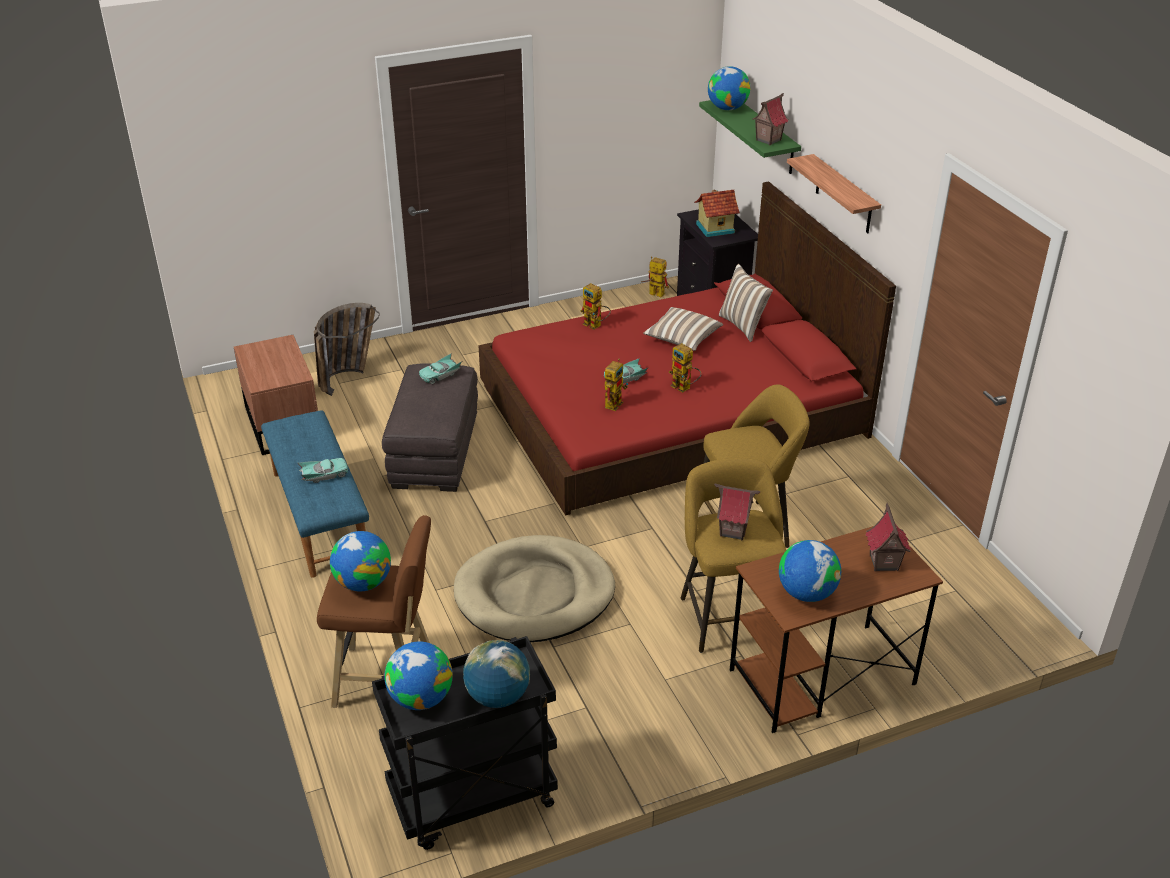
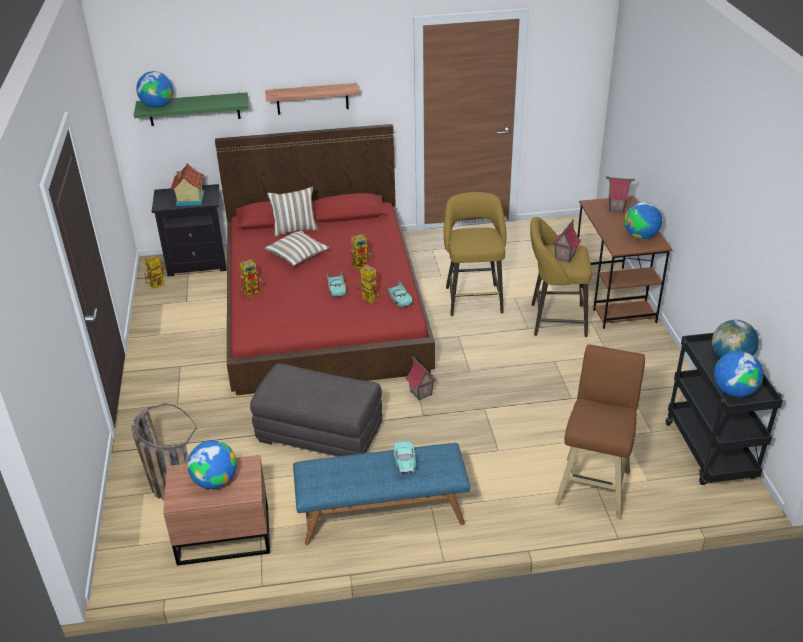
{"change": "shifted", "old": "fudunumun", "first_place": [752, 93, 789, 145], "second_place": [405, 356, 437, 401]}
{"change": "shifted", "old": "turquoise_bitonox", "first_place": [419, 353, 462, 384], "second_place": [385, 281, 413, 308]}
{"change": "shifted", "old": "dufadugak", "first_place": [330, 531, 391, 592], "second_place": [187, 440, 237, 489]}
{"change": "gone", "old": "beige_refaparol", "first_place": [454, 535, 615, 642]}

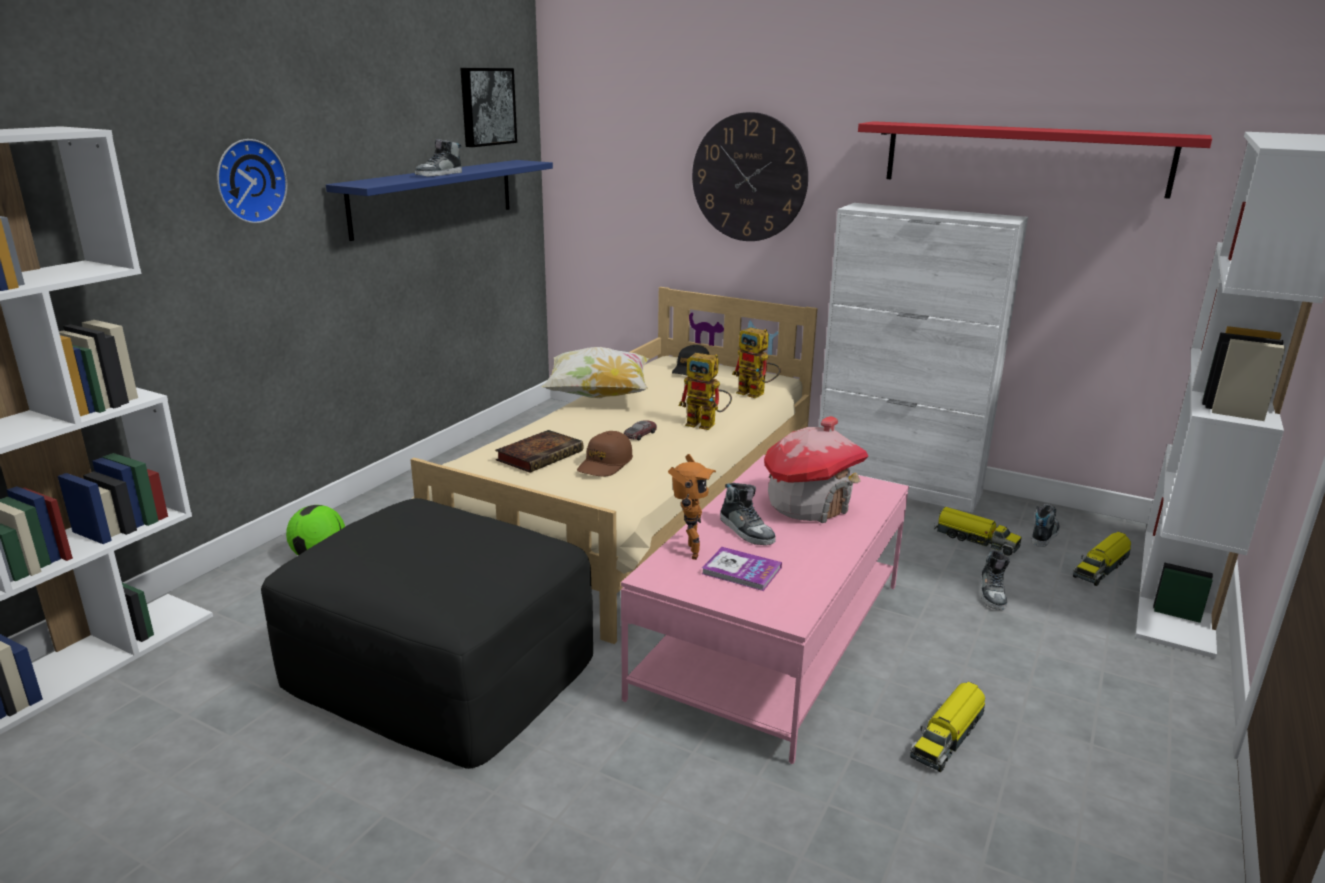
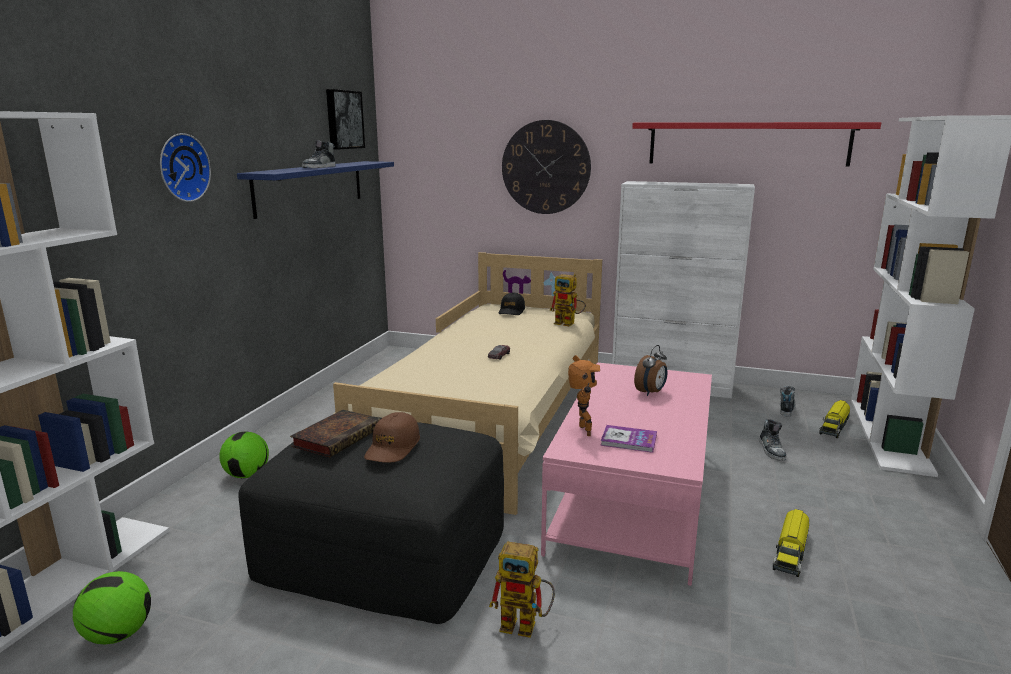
{"change": "gone", "old": "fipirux", "first_place": [542, 347, 650, 398]}
{"change": "shifted", "old": "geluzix", "first_place": [679, 353, 732, 430], "second_place": [489, 542, 555, 638]}
{"change": "swapped", "old": "fudunumun", "new": "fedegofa", "first_place": [764, 416, 868, 523], "second_place": [634, 345, 668, 396]}
{"change": "shifted", "old": "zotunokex", "first_place": [495, 430, 583, 473], "second_place": [290, 410, 380, 457]}
{"change": "shifted", "old": "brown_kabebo", "first_place": [577, 431, 633, 476], "second_place": [364, 412, 420, 463]}
{"change": "gone", "old": "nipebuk", "first_place": [720, 483, 776, 545]}
{"change": "gone", "old": "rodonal", "first_place": [934, 507, 1022, 556]}
{"change": "new", "new": "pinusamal", "second_place": [73, 571, 151, 644]}

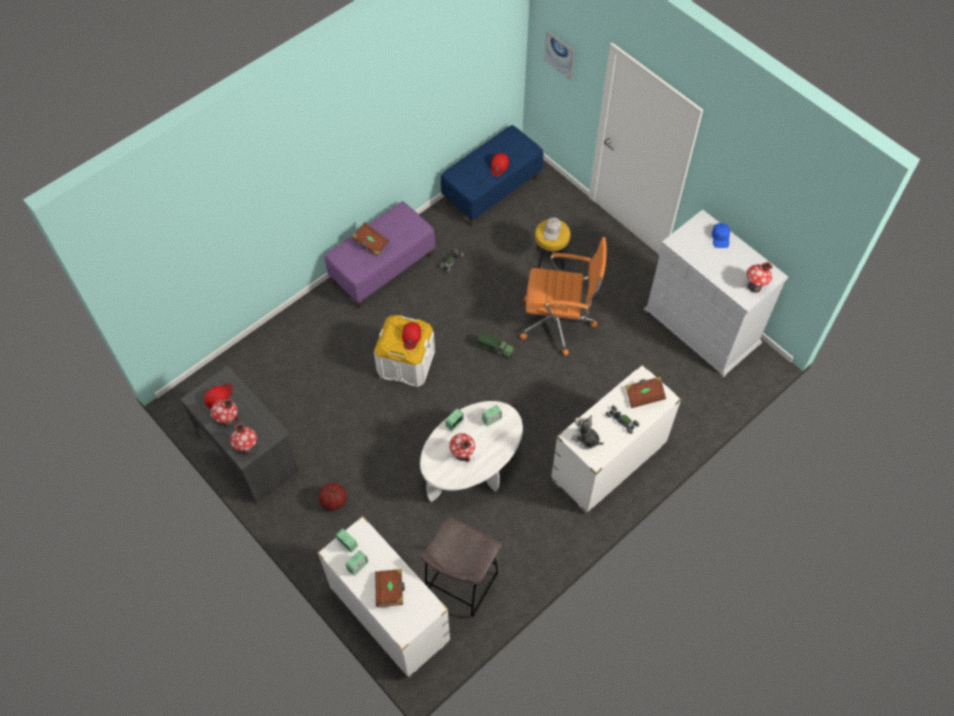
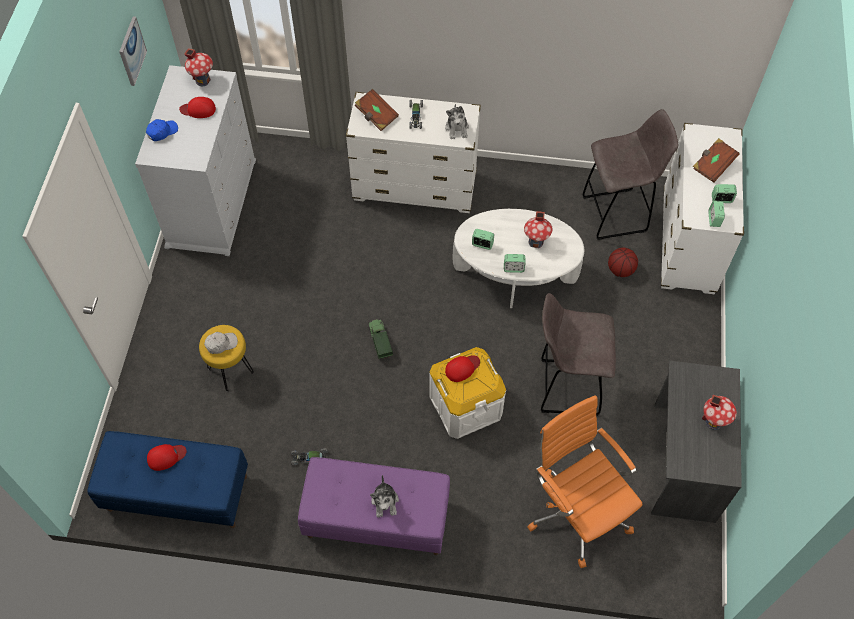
{"change": "shifted", "old": "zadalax", "first_place": [544, 31, 575, 80], "second_place": [119, 16, 147, 86]}
{"change": "swapped", "old": "brown_zotunokex", "new": "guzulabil", "first_place": [352, 222, 389, 256], "second_place": [370, 475, 399, 517]}
{"change": "shifted", "old": "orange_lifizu", "first_place": [520, 237, 607, 356], "second_place": [527, 395, 643, 568]}
{"change": "shifted", "old": "red_kabebo", "first_place": [204, 383, 233, 408], "second_place": [179, 97, 216, 118]}
{"change": "gone", "old": "fudunumun", "first_place": [230, 423, 257, 455]}
{"change": "shifted", "old": "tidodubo", "first_place": [319, 483, 347, 511], "second_place": [608, 248, 638, 277]}
{"change": "new", "new": "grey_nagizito", "second_place": [540, 293, 616, 416]}

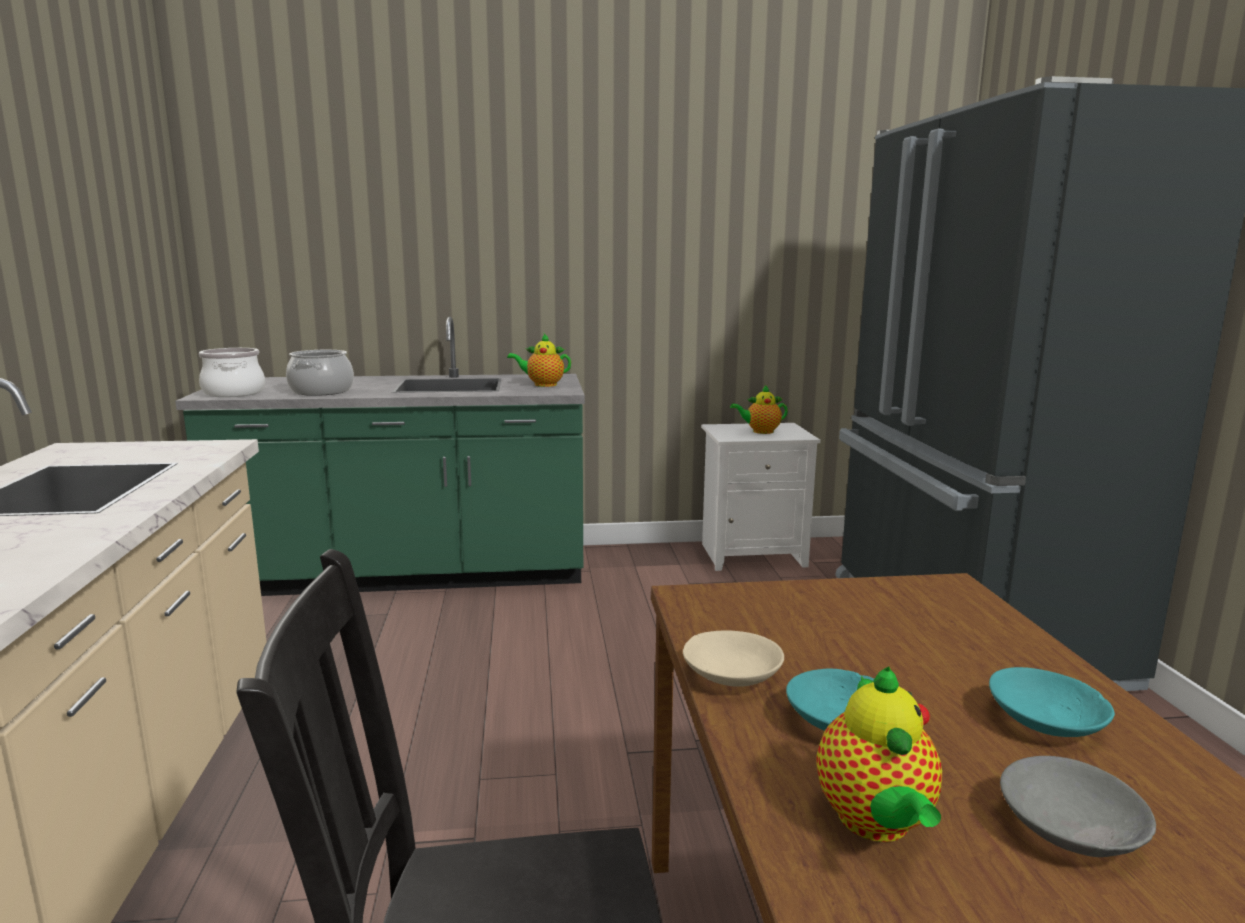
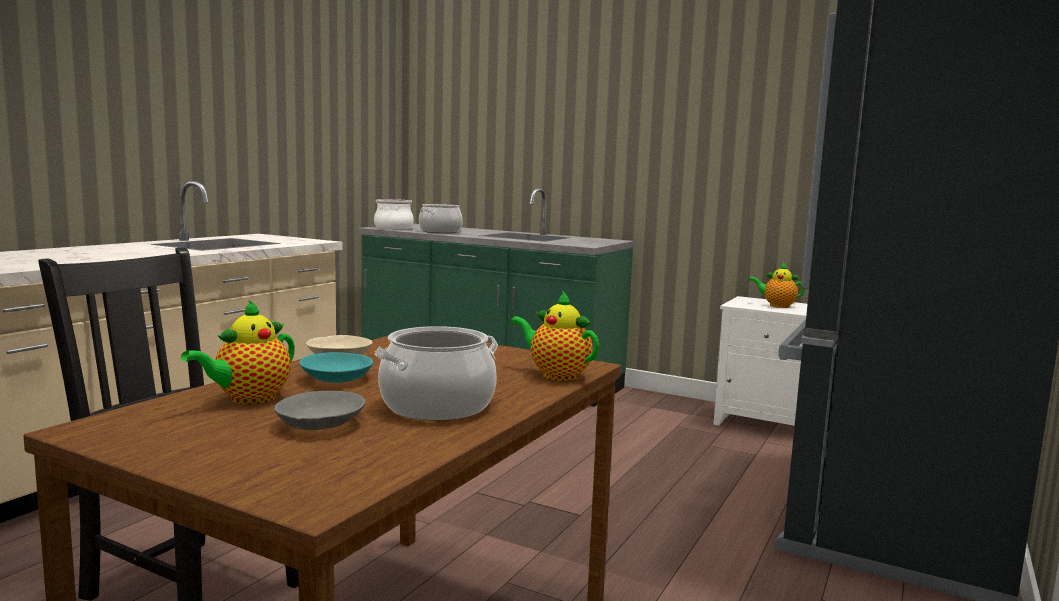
{"change": "shifted", "old": "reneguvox", "first_place": [507, 334, 571, 387], "second_place": [511, 291, 599, 381]}
{"change": "swapped", "old": "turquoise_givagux", "new": "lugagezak", "first_place": [989, 667, 1115, 737], "second_place": [374, 326, 498, 420]}

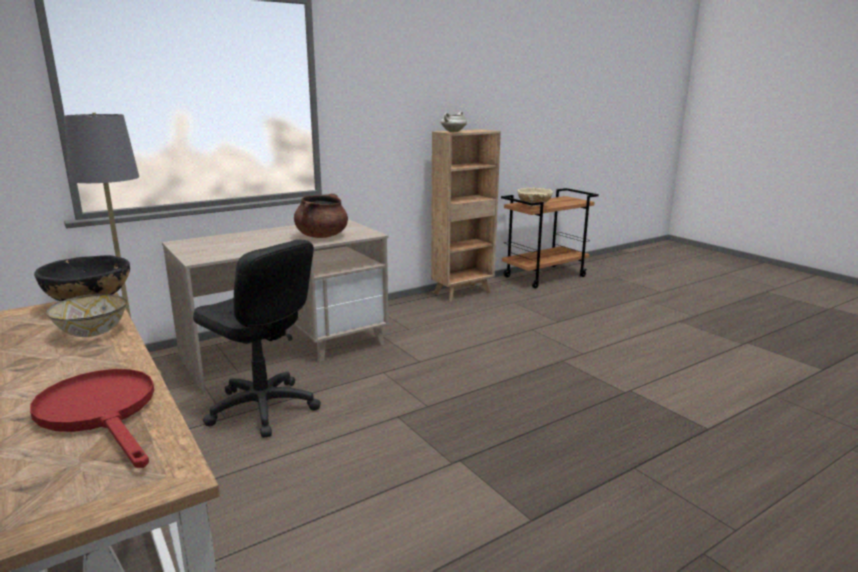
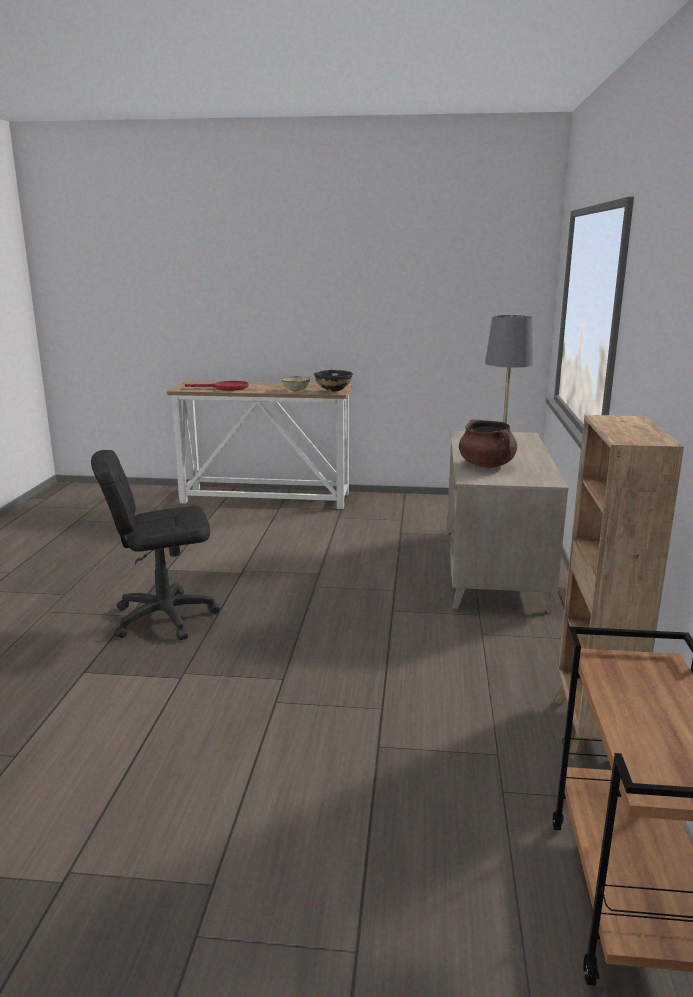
{"change": "gone", "old": "white_lugagezak", "first_place": [441, 111, 467, 132]}
{"change": "gone", "old": "beige_givagux", "first_place": [517, 188, 553, 207]}
{"change": "shifted", "old": "black_lifizu", "first_place": [193, 239, 321, 438], "second_place": [91, 450, 220, 640]}

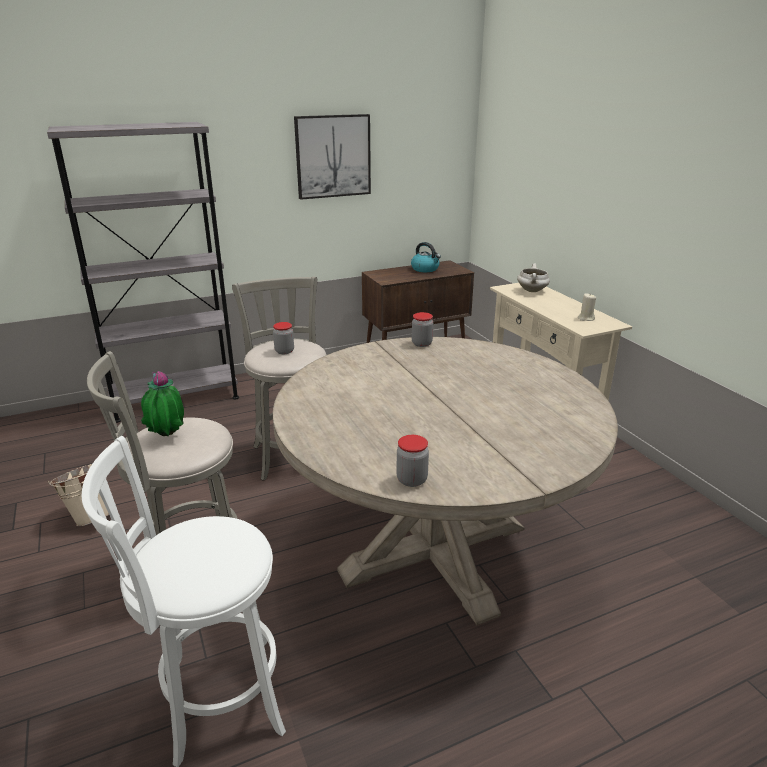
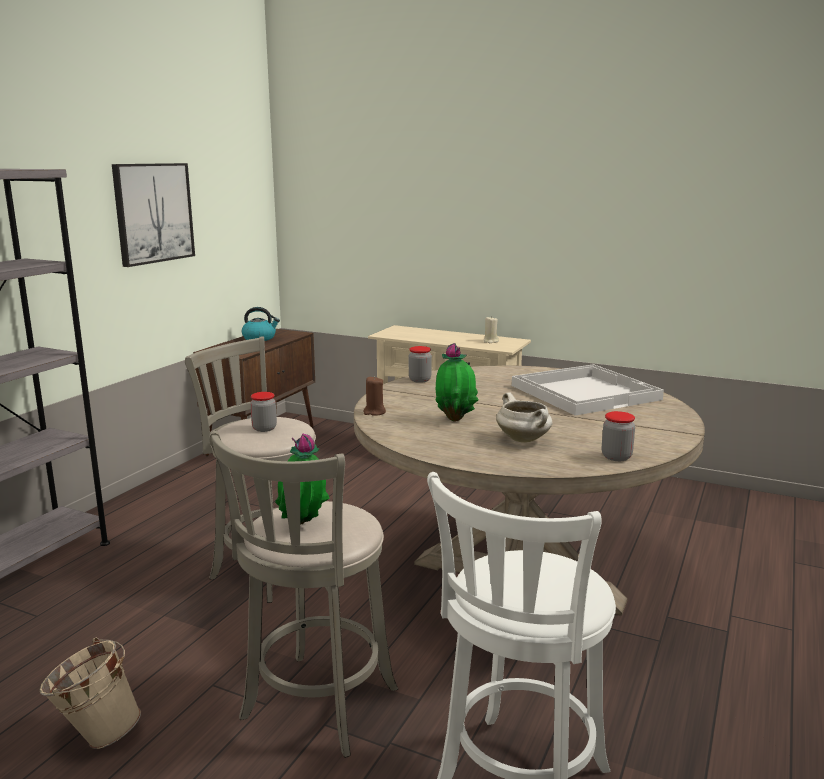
{"change": "shifted", "old": "white_lugagezak", "first_place": [517, 263, 550, 292], "second_place": [496, 392, 553, 443]}
{"change": "new", "new": "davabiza", "second_place": [436, 343, 478, 421]}
{"change": "new", "new": "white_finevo", "second_place": [512, 364, 664, 416]}
{"change": "new", "new": "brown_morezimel", "second_place": [363, 376, 386, 416]}

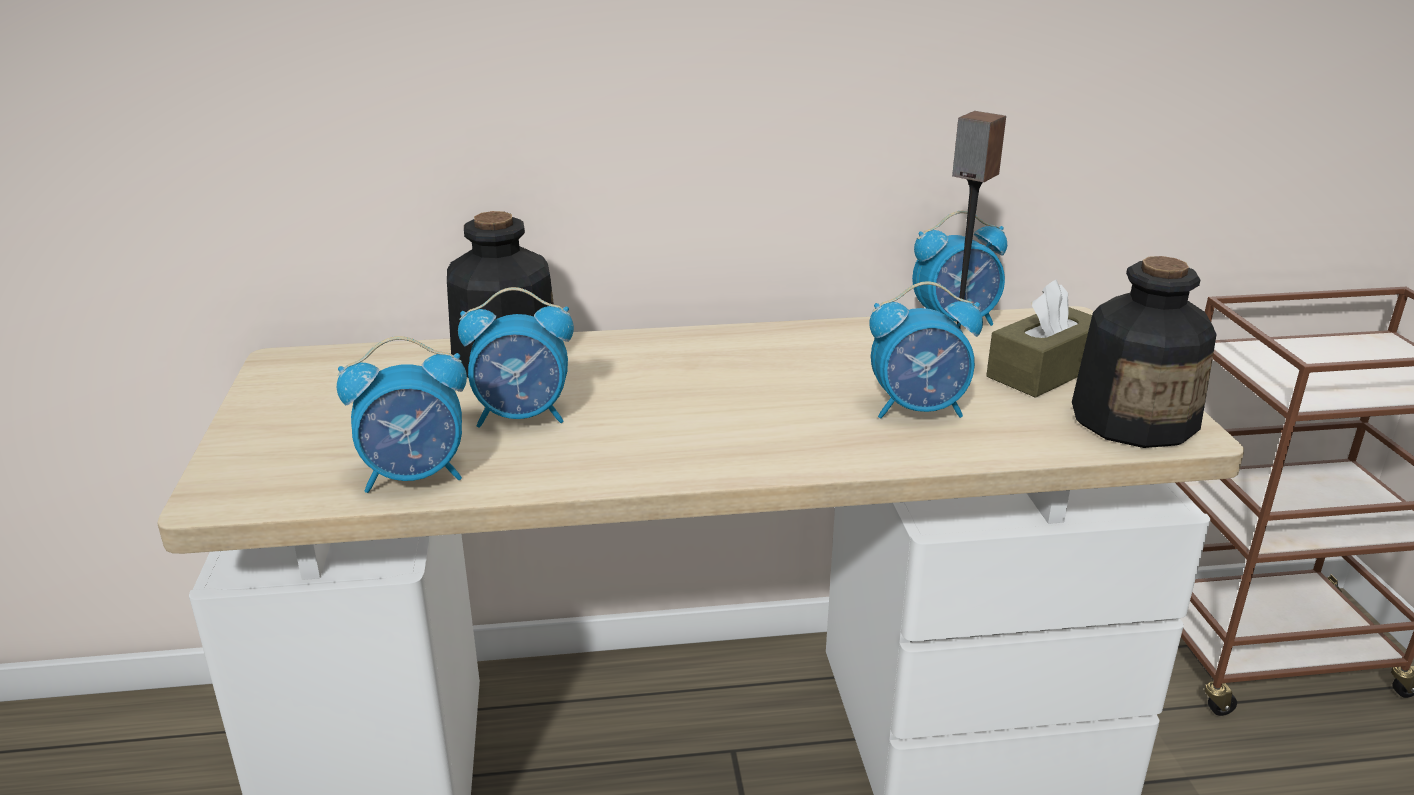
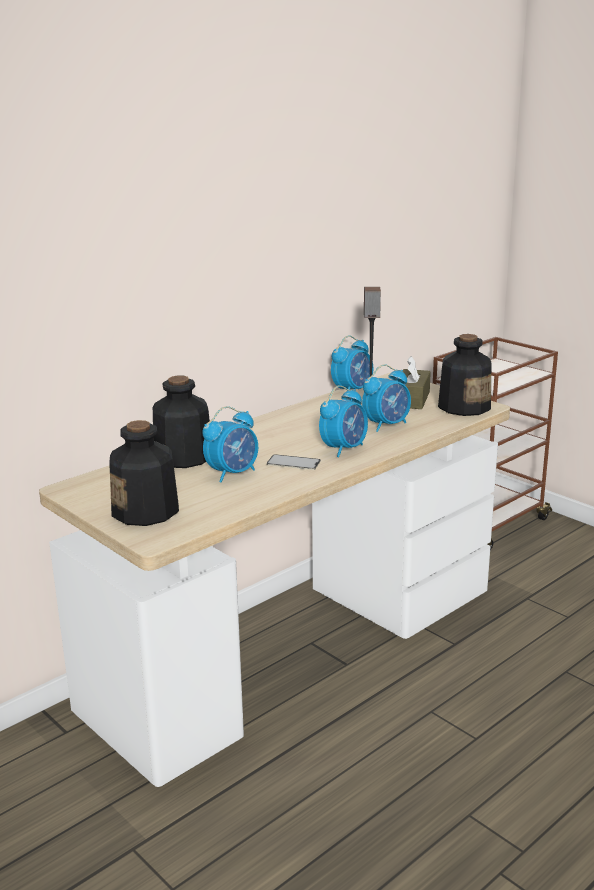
{"change": "shifted", "old": "fedegofa", "first_place": [337, 336, 467, 493], "second_place": [319, 385, 368, 457]}
{"change": "new", "new": "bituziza", "second_place": [109, 420, 179, 526]}
{"change": "new", "new": "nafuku", "second_place": [267, 454, 321, 470]}

